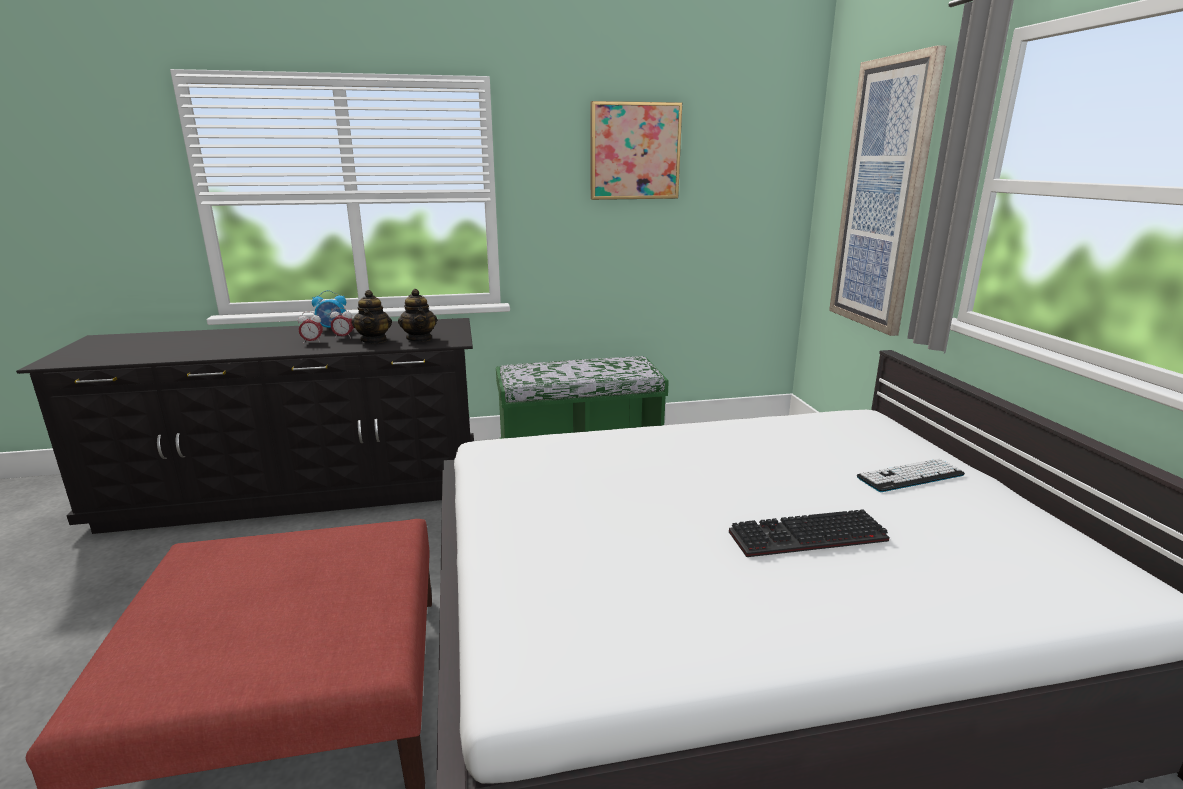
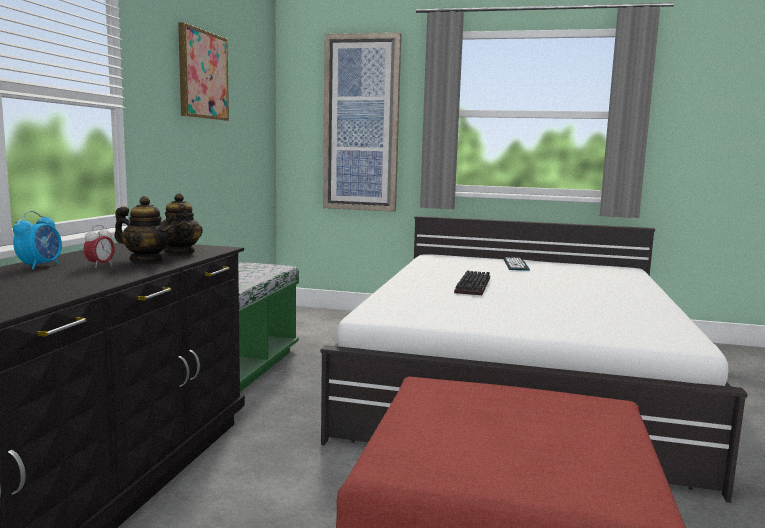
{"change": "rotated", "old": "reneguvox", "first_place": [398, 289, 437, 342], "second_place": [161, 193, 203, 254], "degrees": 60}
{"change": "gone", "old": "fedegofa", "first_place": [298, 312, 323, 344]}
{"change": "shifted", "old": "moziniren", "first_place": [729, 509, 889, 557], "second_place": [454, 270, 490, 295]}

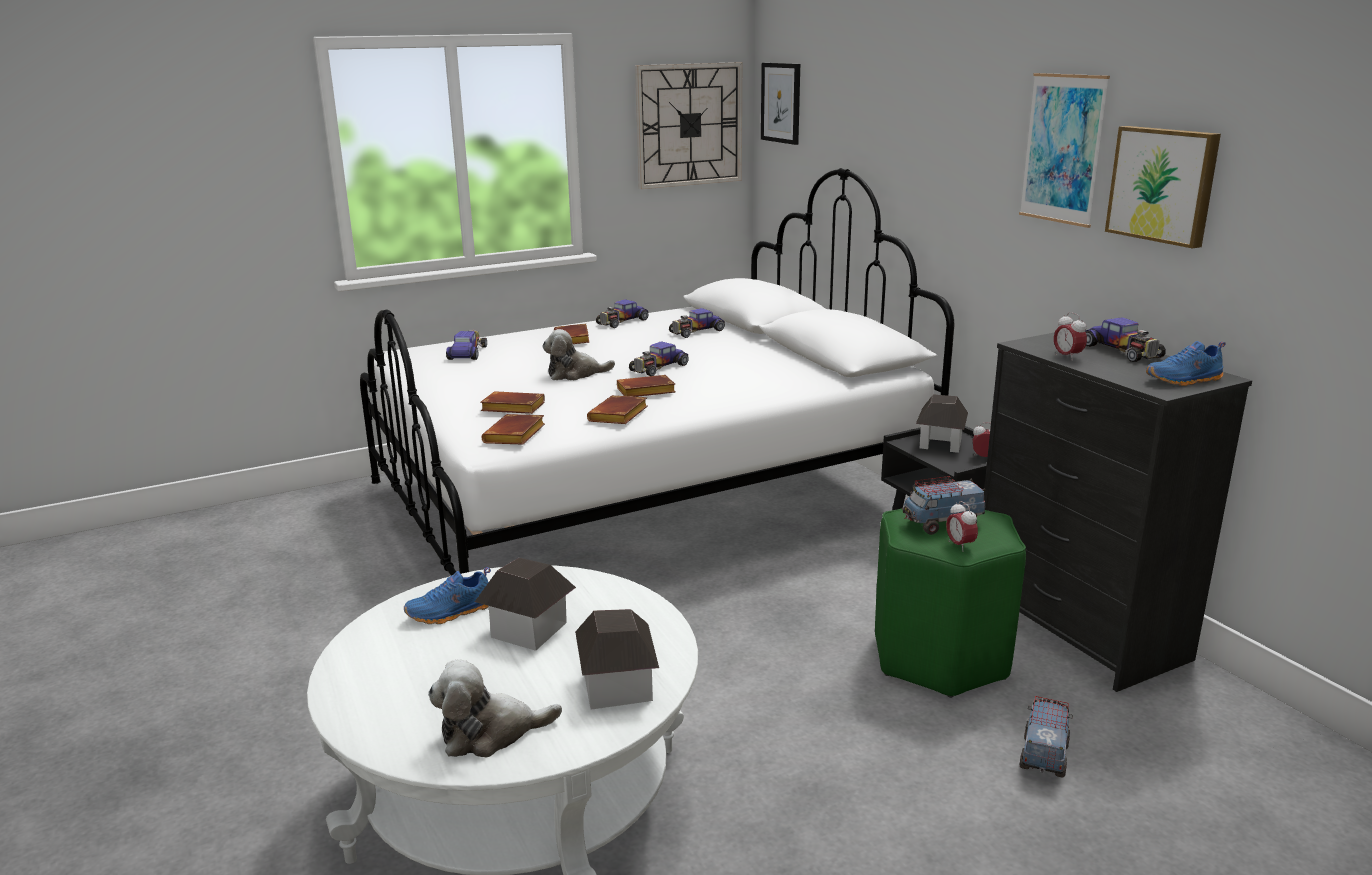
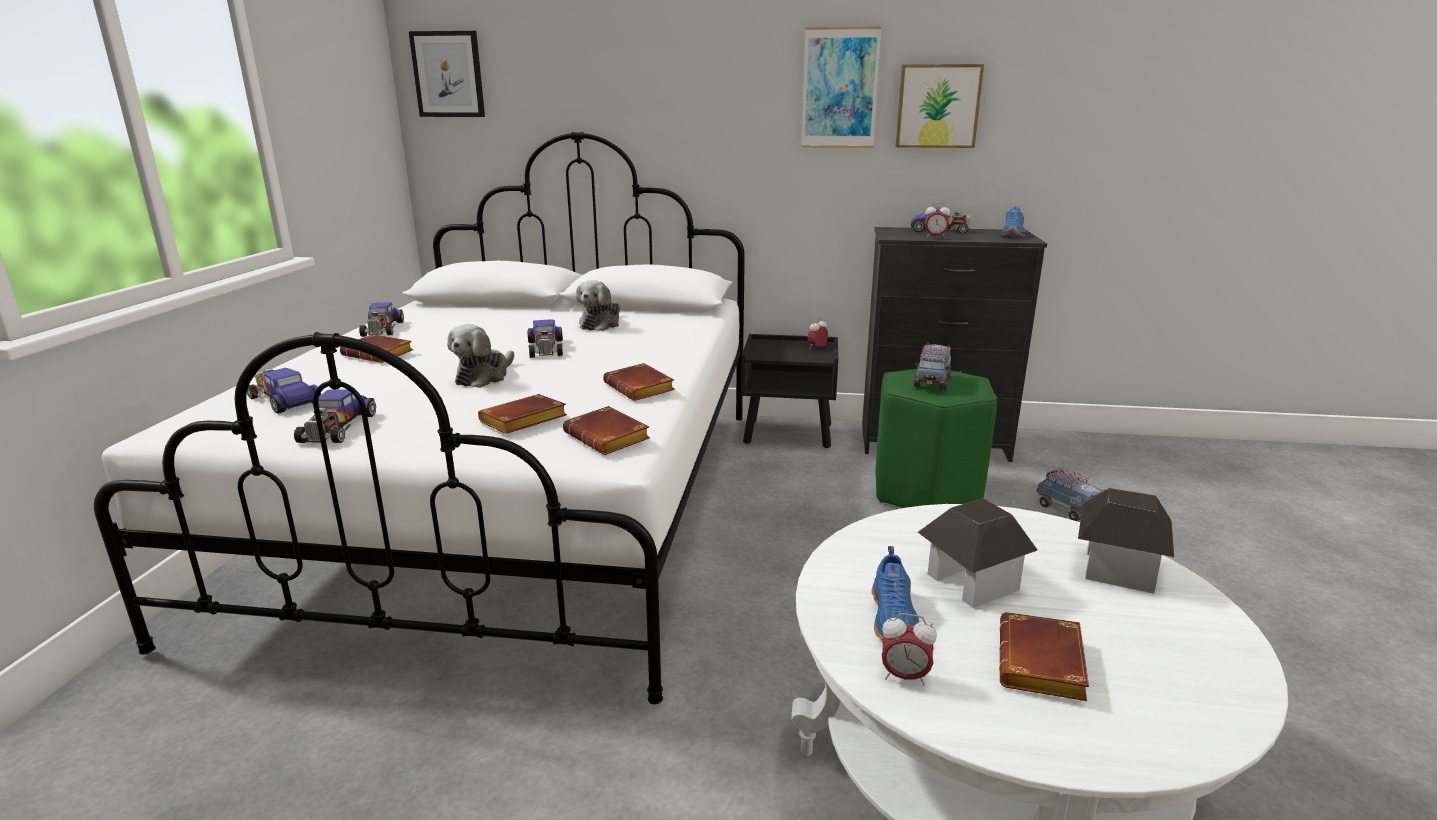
{"change": "gone", "old": "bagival", "first_place": [635, 62, 742, 189]}
{"change": "shifted", "old": "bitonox", "first_place": [669, 308, 725, 338], "second_place": [294, 389, 376, 443]}
{"change": "shifted", "old": "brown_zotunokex", "first_place": [617, 375, 676, 397], "second_place": [999, 612, 1089, 701]}
{"change": "gone", "old": "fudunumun", "first_place": [916, 394, 968, 453]}
{"change": "shifted", "old": "fedegofa", "first_place": [946, 501, 978, 552], "second_place": [882, 613, 937, 686]}
{"change": "shifted", "old": "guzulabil", "first_place": [428, 659, 562, 757], "second_place": [576, 280, 620, 331]}

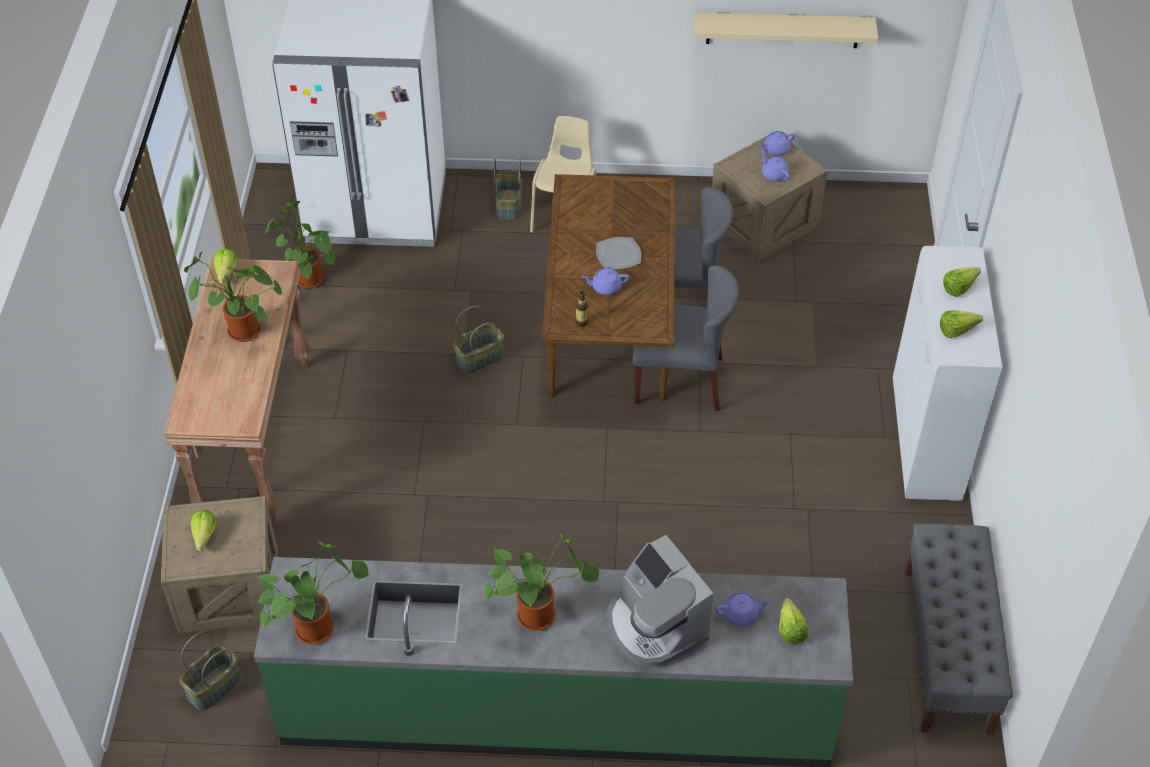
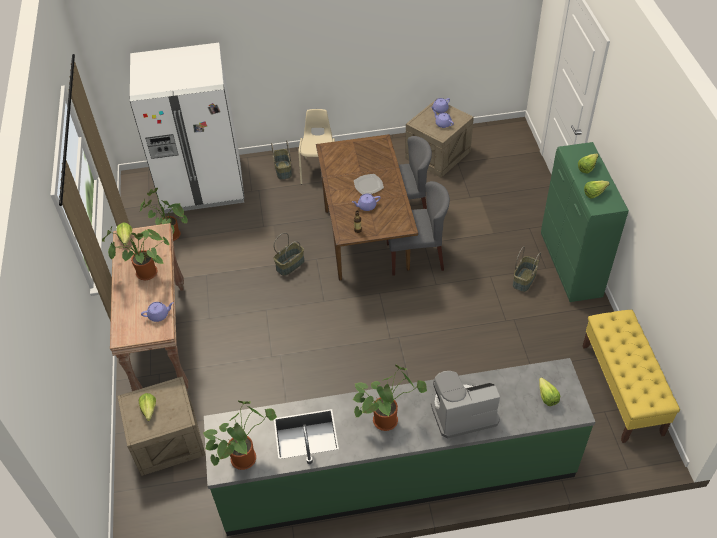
{"change": "gone", "old": "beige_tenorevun", "first_place": [694, 12, 878, 48]}
{"change": "repainted", "old": "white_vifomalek", "new": "green_vifomalek", "first_place": [893, 246, 1002, 501], "second_place": [541, 142, 629, 302]}
{"change": "repainted", "old": "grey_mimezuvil", "new": "yellow_mimezuvil", "first_place": [905, 524, 1013, 735], "second_place": [582, 310, 680, 443]}
{"change": "rotated", "old": "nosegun", "first_place": [607, 535, 713, 667], "second_place": [431, 371, 500, 438], "degrees": 120}
{"change": "shifted", "old": "purple_reneguvox", "first_place": [715, 592, 772, 627], "second_place": [141, 302, 174, 322]}
{"change": "shifted", "old": "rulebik", "first_place": [180, 631, 242, 711], "second_place": [512, 246, 541, 292]}

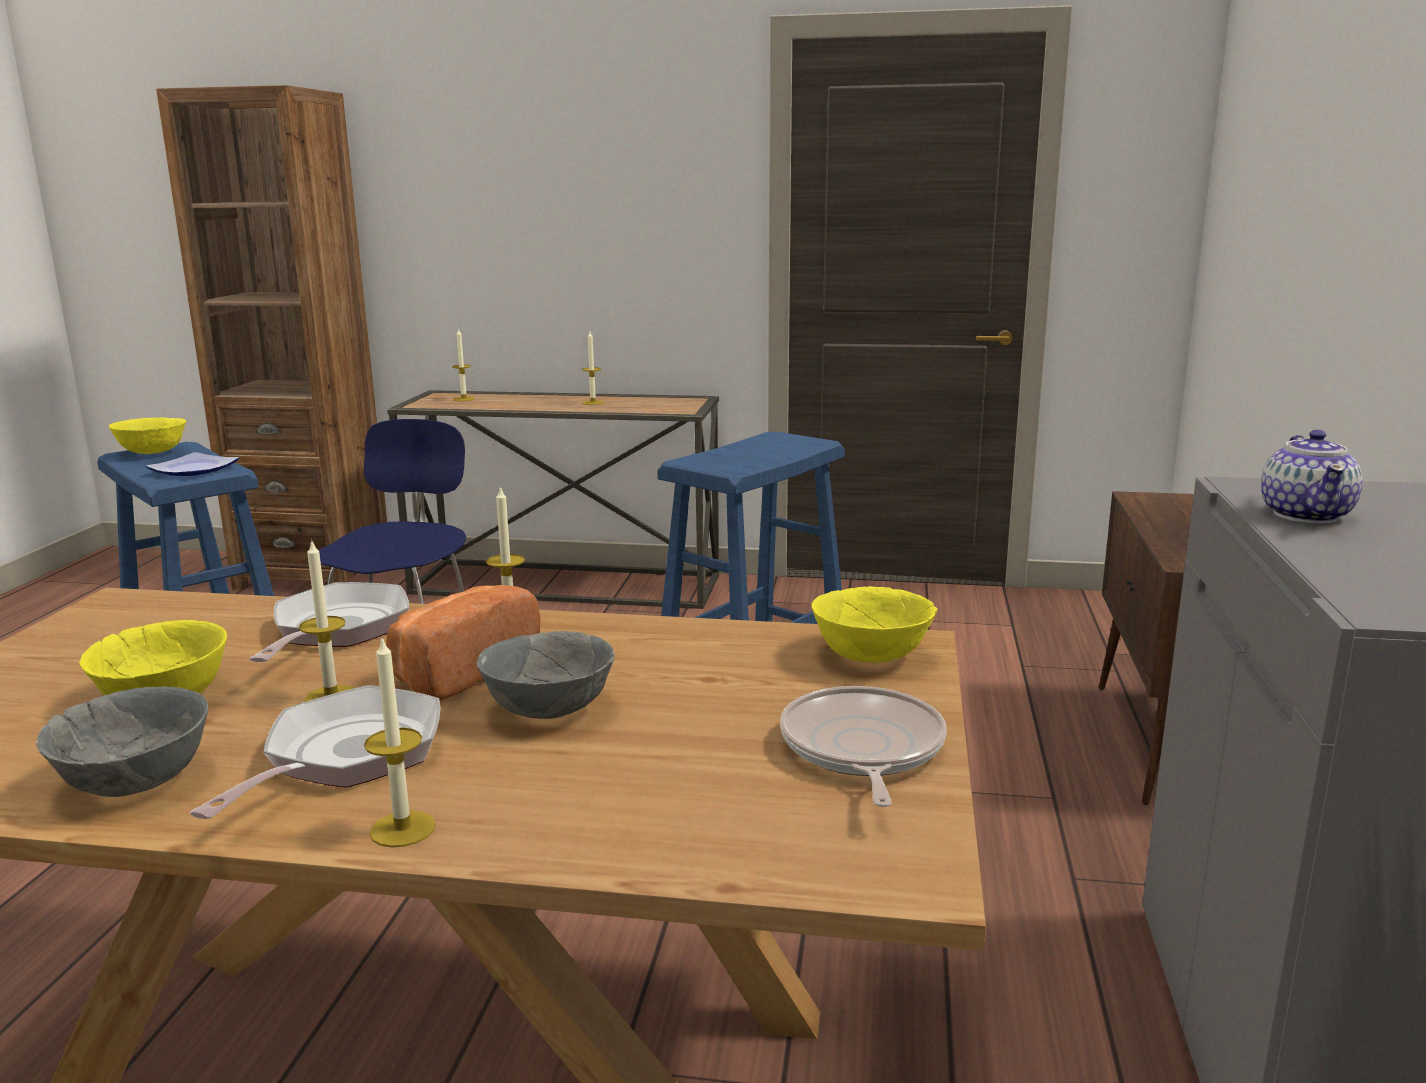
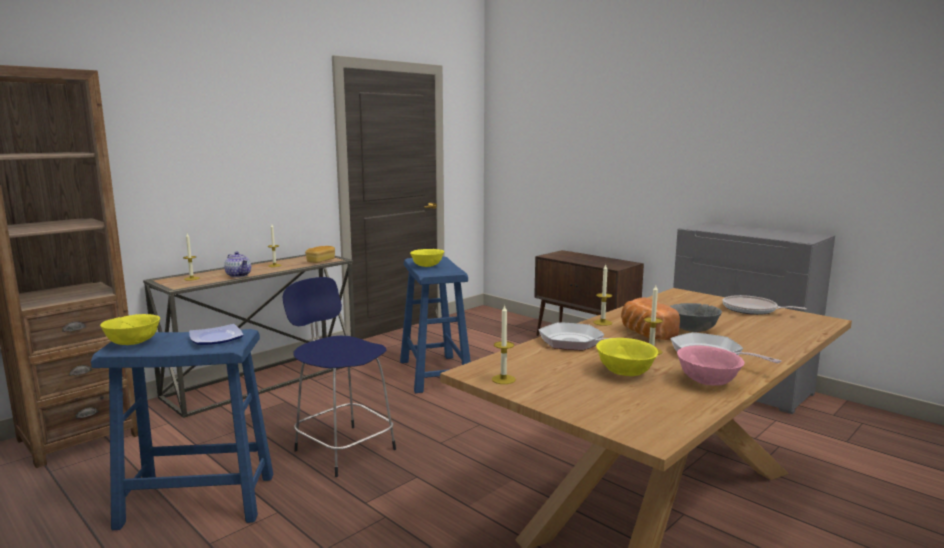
{"change": "shifted", "old": "reneguvox", "first_place": [1261, 430, 1363, 523], "second_place": [224, 251, 251, 278]}
{"change": "shifted", "old": "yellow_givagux", "first_place": [811, 586, 937, 663], "second_place": [410, 249, 444, 267]}
{"change": "shifted", "old": "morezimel", "first_place": [364, 638, 436, 847], "second_place": [492, 304, 516, 384]}
{"change": "repainted", "old": "grey_givagux", "new": "pink_givagux", "first_place": [36, 687, 209, 797], "second_place": [677, 346, 745, 386]}
{"change": "new", "new": "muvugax", "second_place": [305, 246, 335, 263]}

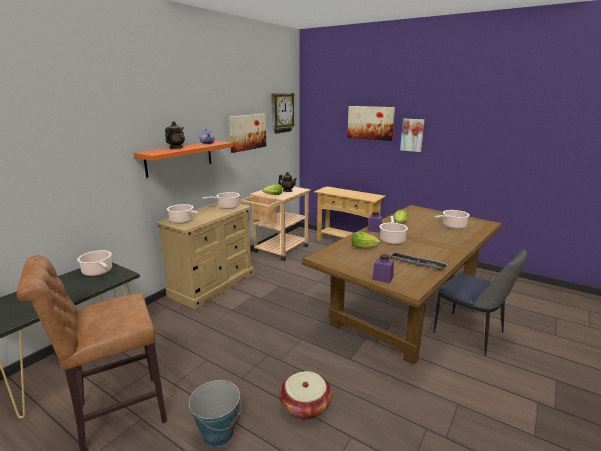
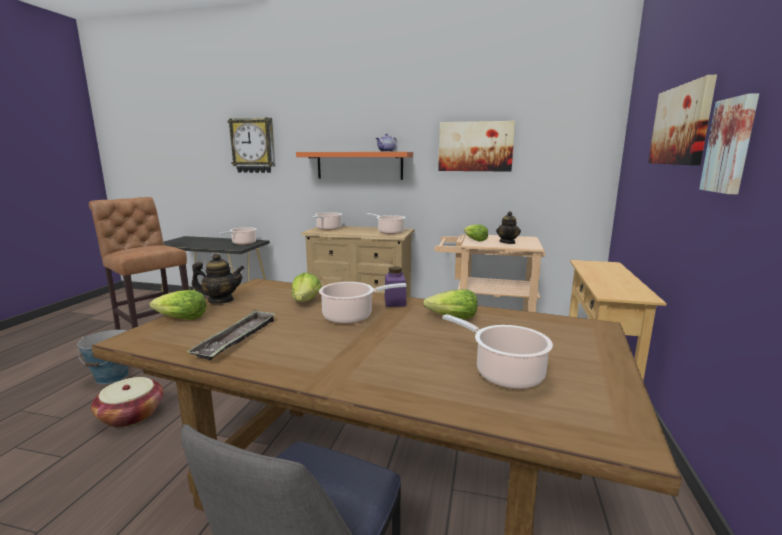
{"change": "shifted", "old": "bagival", "first_place": [271, 93, 295, 134], "second_place": [227, 118, 275, 173]}
{"change": "shifted", "old": "reneguvox", "first_place": [165, 121, 185, 149], "second_place": [192, 253, 245, 304]}
{"change": "swapped", "old": "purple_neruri", "new": "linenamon", "first_place": [372, 254, 394, 283], "second_place": [149, 290, 207, 320]}

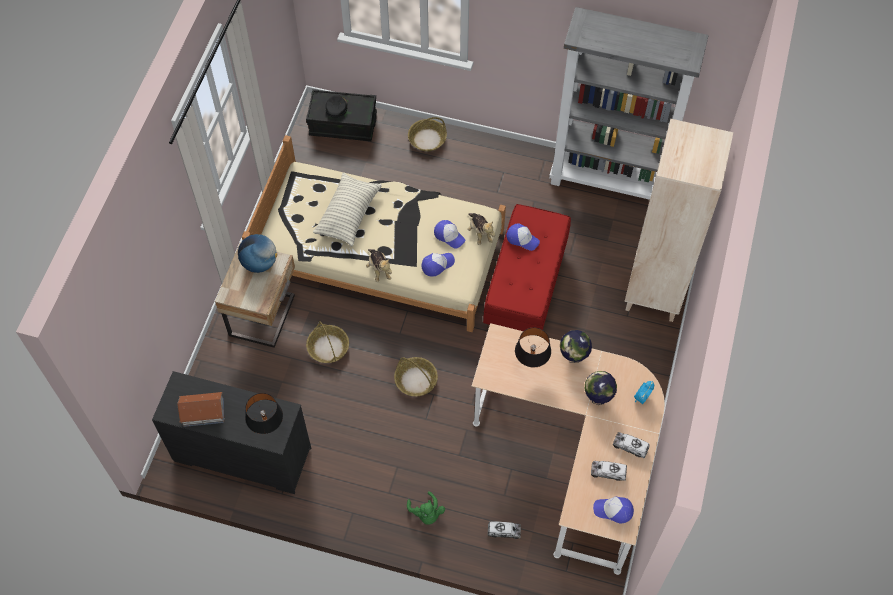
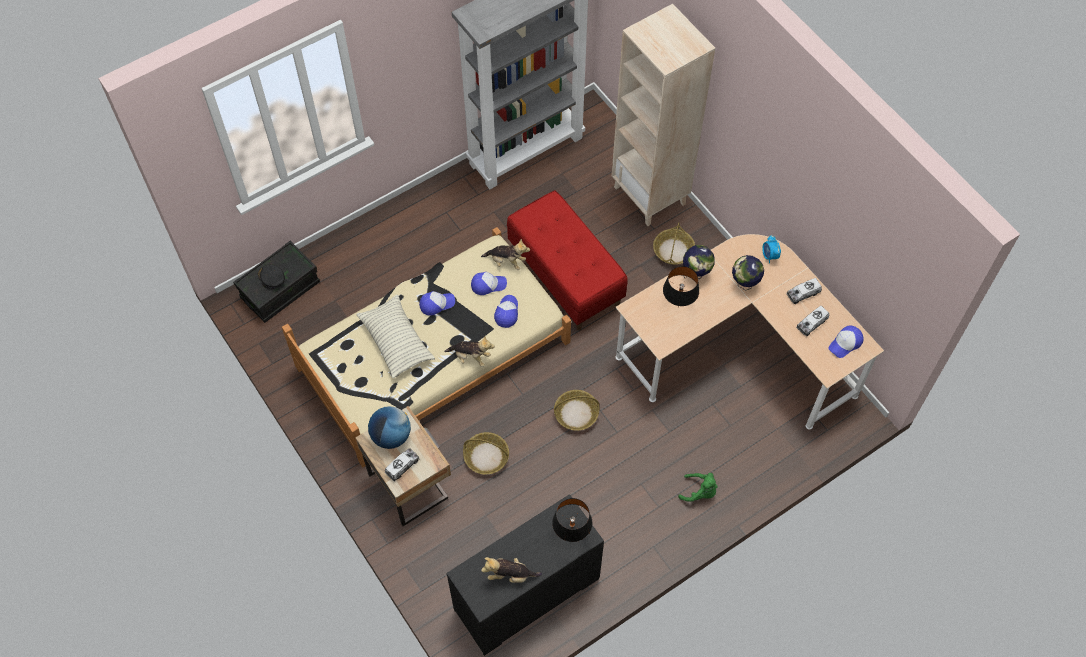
{"change": "shifted", "old": "rulebik", "first_place": [408, 117, 447, 152], "second_place": [653, 223, 695, 265]}
{"change": "shifted", "old": "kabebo", "first_place": [506, 224, 540, 251], "second_place": [419, 291, 455, 316]}
{"change": "swapped", "old": "fudunumun", "new": "guzulabil", "first_place": [177, 392, 224, 427], "second_place": [481, 557, 542, 583]}
{"change": "shifted", "old": "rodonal", "first_place": [488, 521, 521, 539], "second_place": [385, 448, 420, 482]}

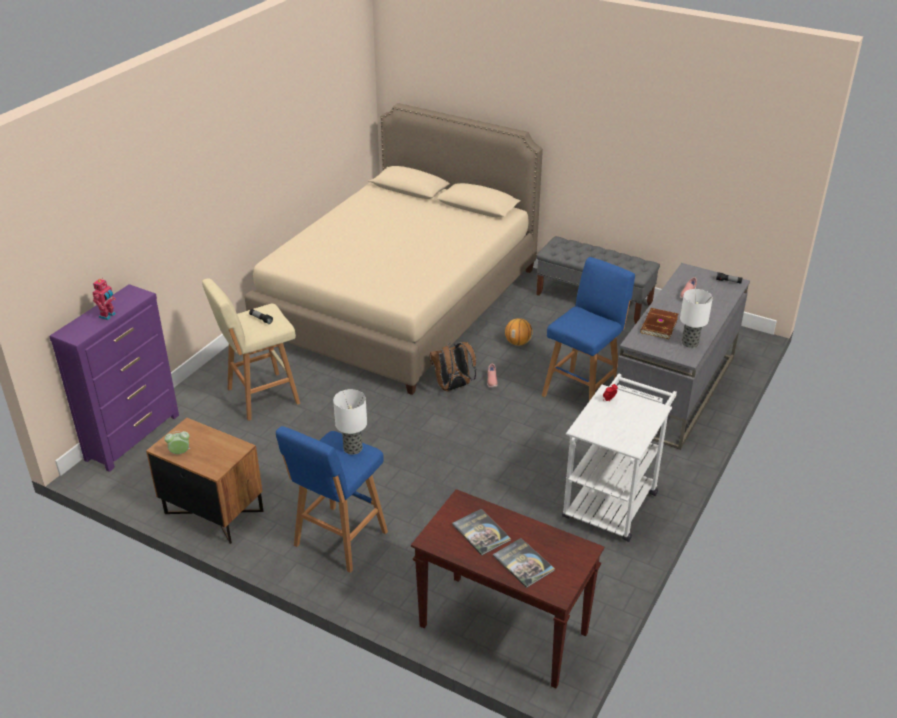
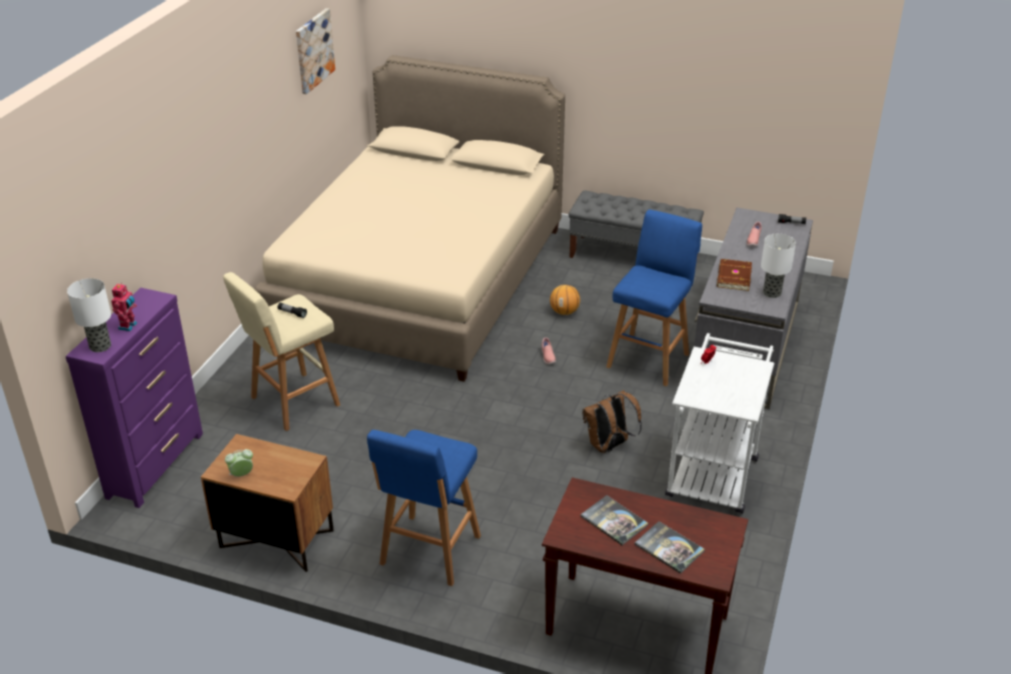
{"change": "shifted", "old": "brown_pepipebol", "first_place": [429, 342, 476, 391], "second_place": [582, 390, 642, 453]}
{"change": "shifted", "old": "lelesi", "first_place": [333, 389, 367, 455], "second_place": [67, 278, 111, 352]}
{"change": "new", "new": "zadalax", "second_place": [296, 8, 335, 94]}

